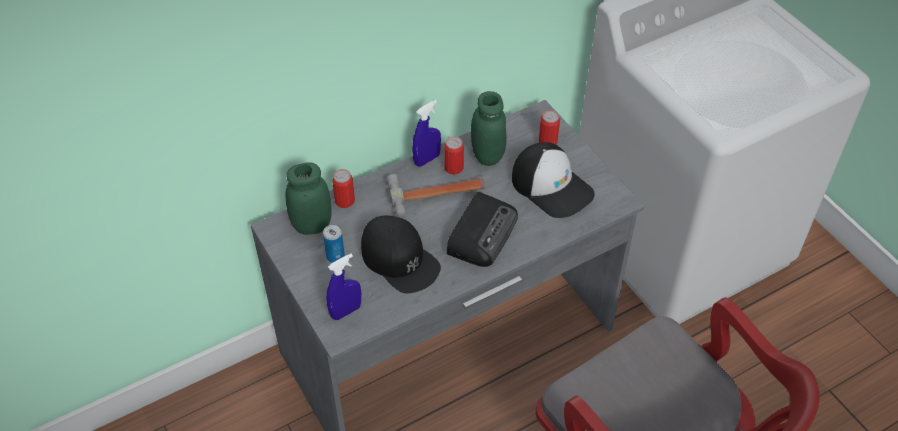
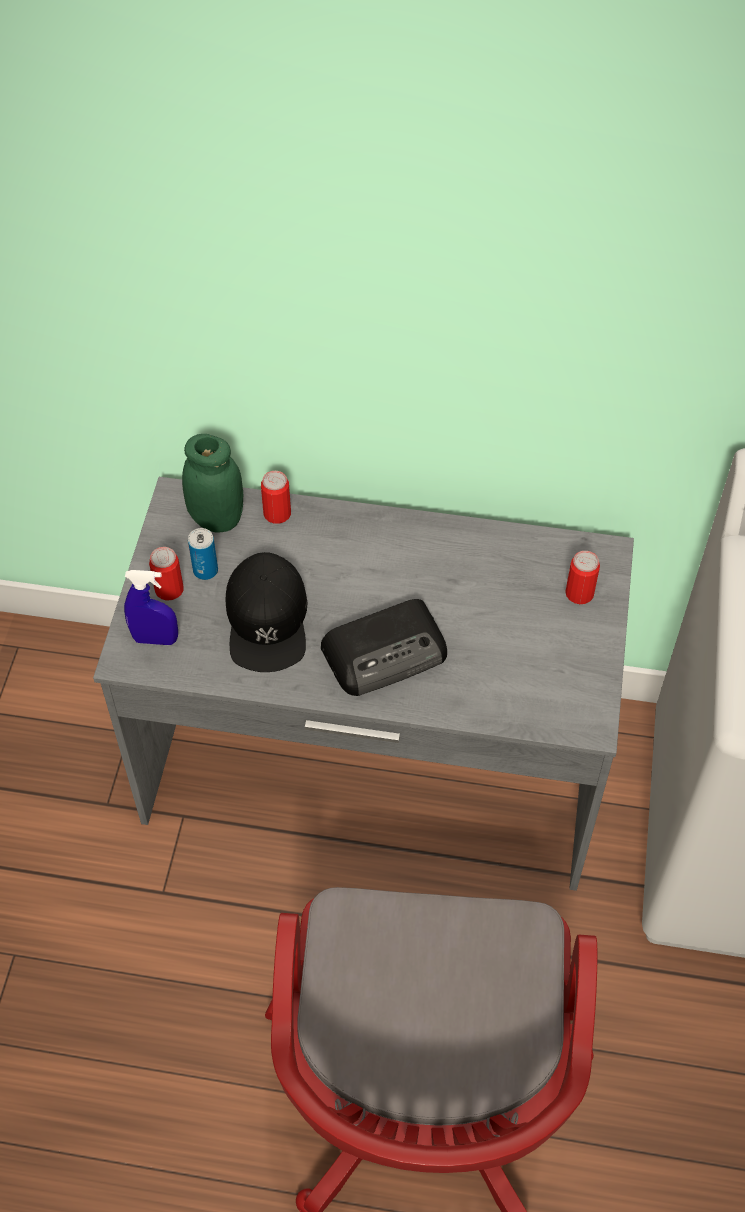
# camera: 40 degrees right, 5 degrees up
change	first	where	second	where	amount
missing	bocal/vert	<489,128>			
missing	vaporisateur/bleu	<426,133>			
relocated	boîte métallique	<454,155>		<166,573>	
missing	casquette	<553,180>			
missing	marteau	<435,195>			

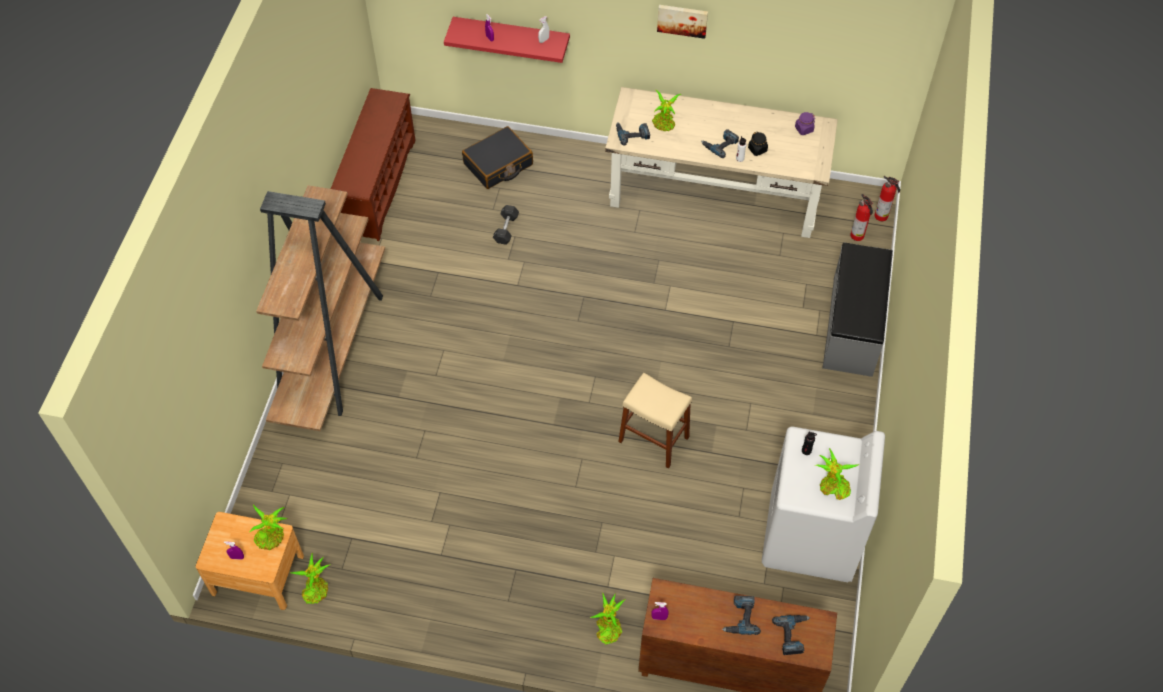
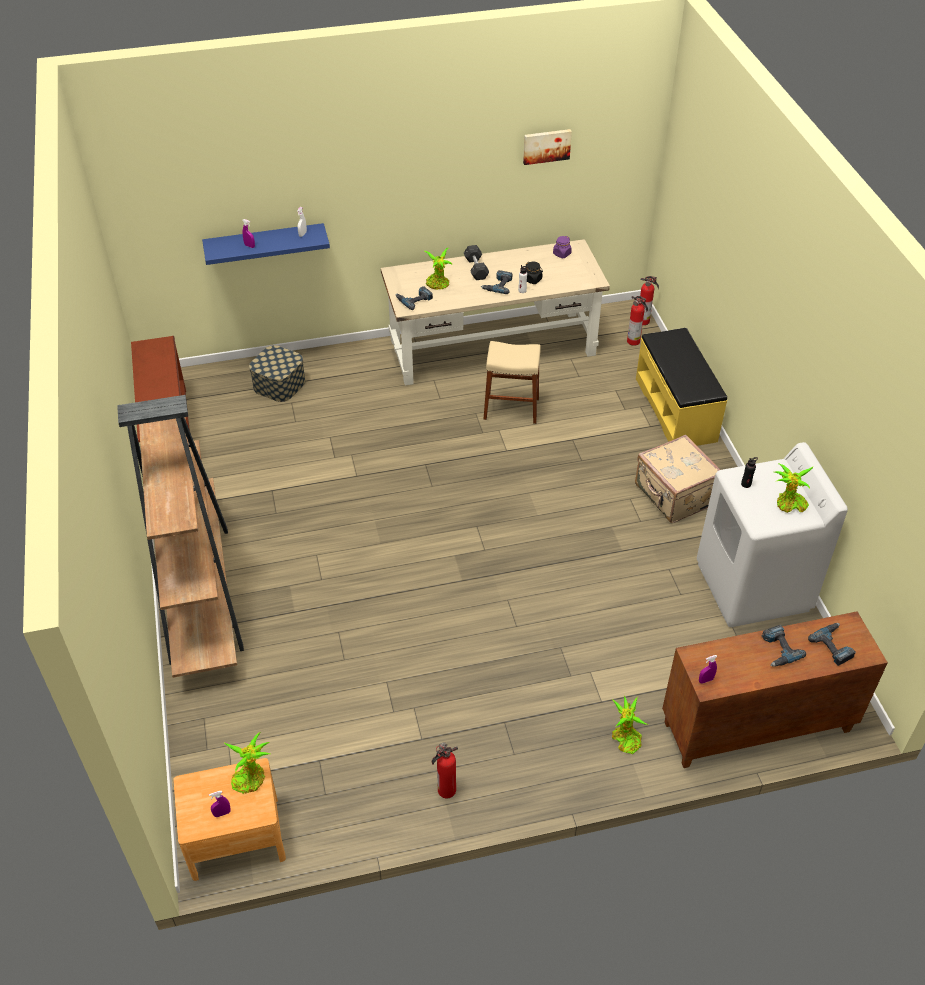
# camera: 25 degrees left, 10 degrees down
change	first	where	second	where	amount
relocated	tableau	<682,22>		<547,147>	
colour	étagère/rouge	<507,40>	étagère/bleu	<266,244>	
exchanged	valise/noir	<497,157>	boîte de rangement	<277,373>	
relocated	haltère/gris	<506,225>		<476,262>	
colour	banc/gris	<857,309>	banc/jaune	<681,387>	
relocated	tabouret/beige	<655,420>		<512,382>	
missing	plante en pot	<310,578>			
appeared			valise/beige	<677,479>	
appeared			extincteur	<445,770>	

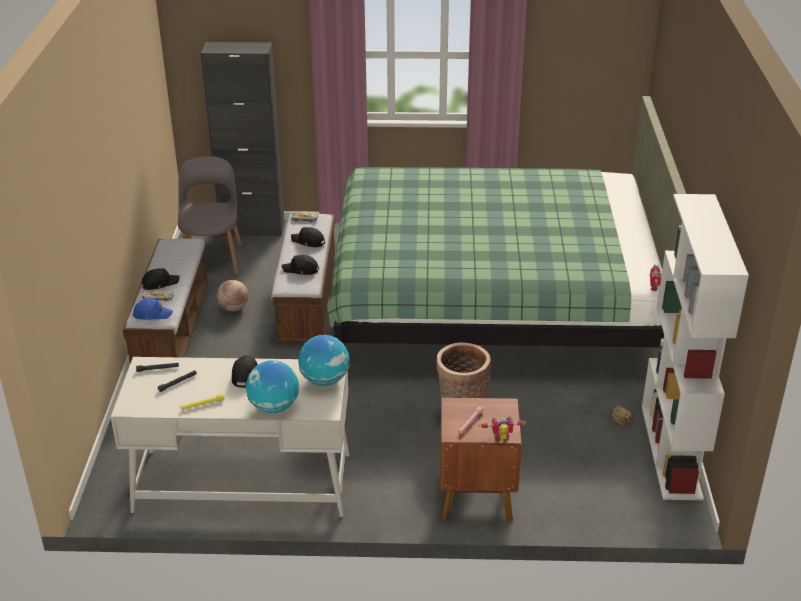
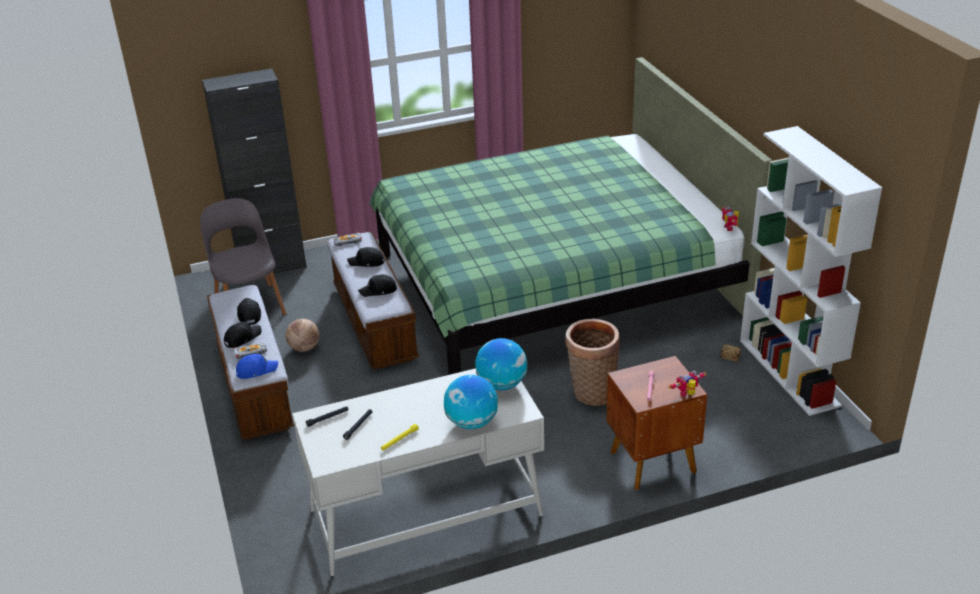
# camera: 20 degrees left, 0 degrees up
change	first	where	second	where	amount
relocated	casquette/noir	<245,371>		<249,311>	

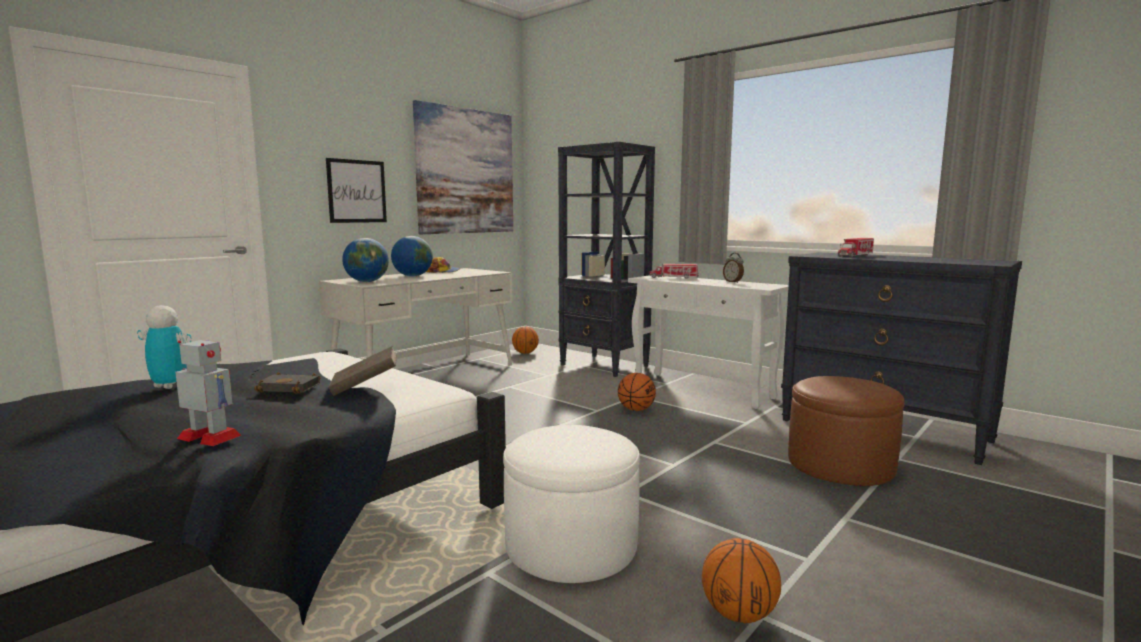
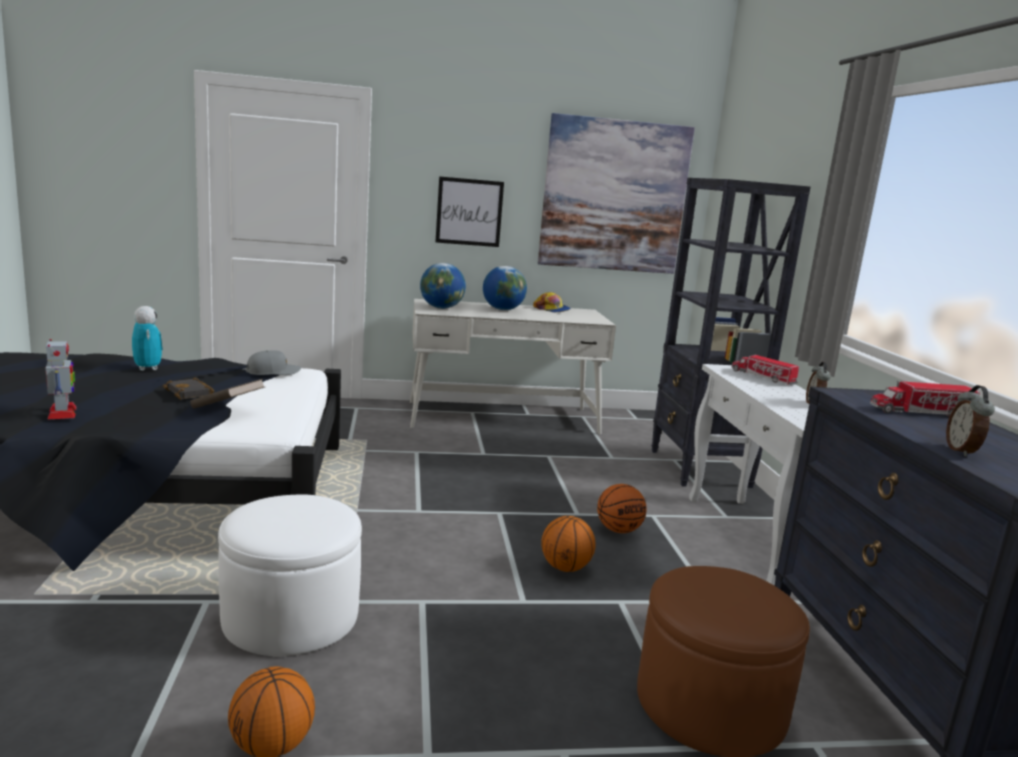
# camera: 40 degrees right, 5 degrees up
change	first	where	second	where	amount
relocated	ballon de basket	<525,340>		<568,544>	
appeared			casquette/gris	<273,362>	
appeared			réveil	<970,421>	

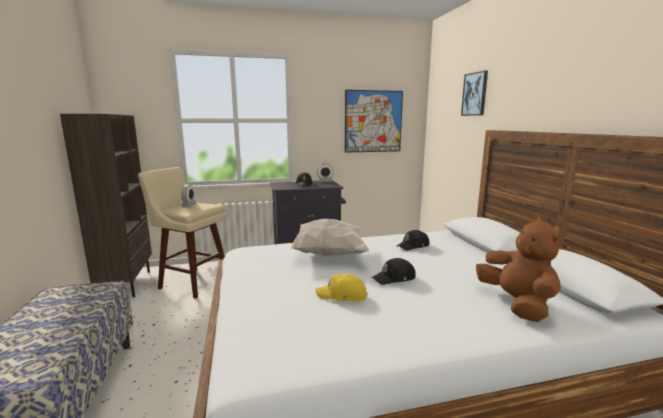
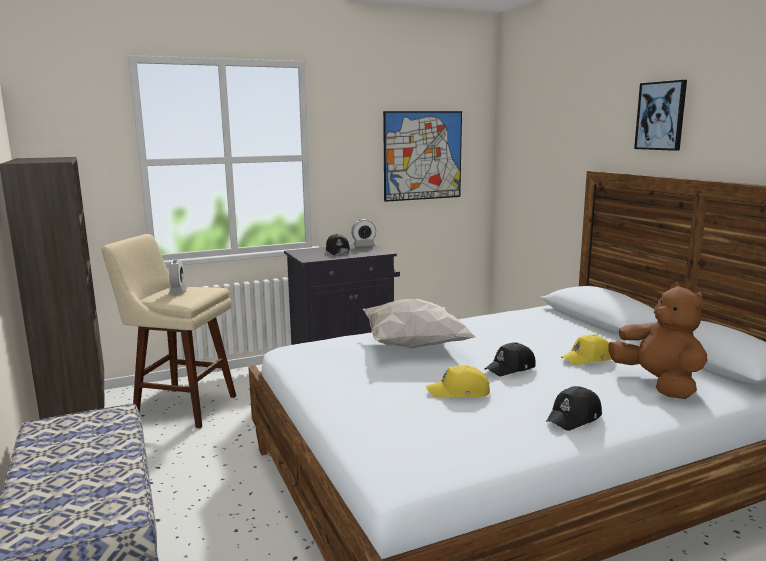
# camera: 10 degrees left, 0 degrees up
change	first	where	second	where	amount
relocated	tableau	<474,93>		<660,115>	
relocated	casquette/noir	<413,240>		<574,408>	
appeared			casquette/jaune	<586,349>	

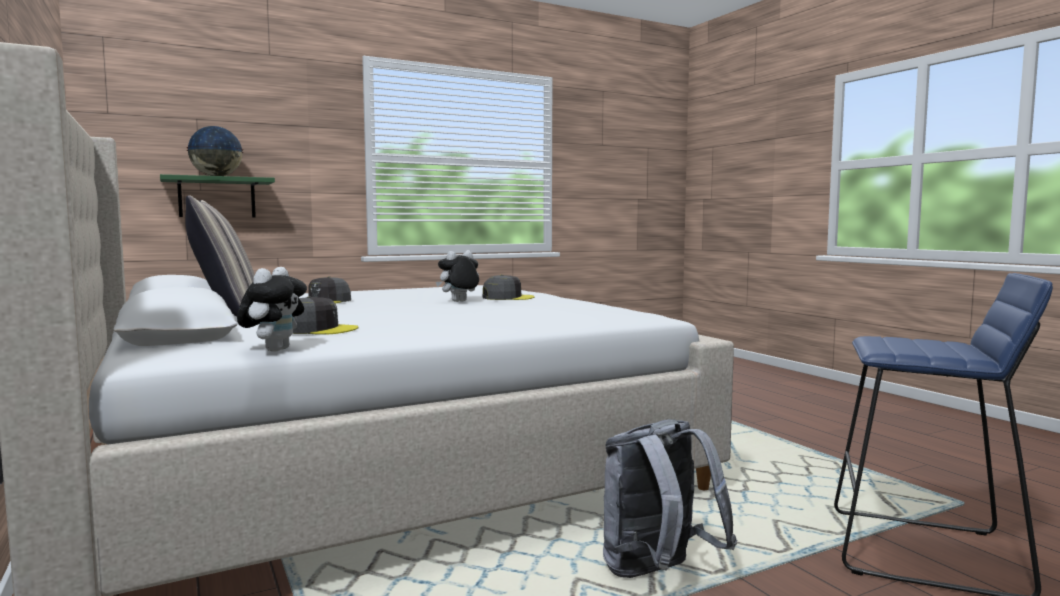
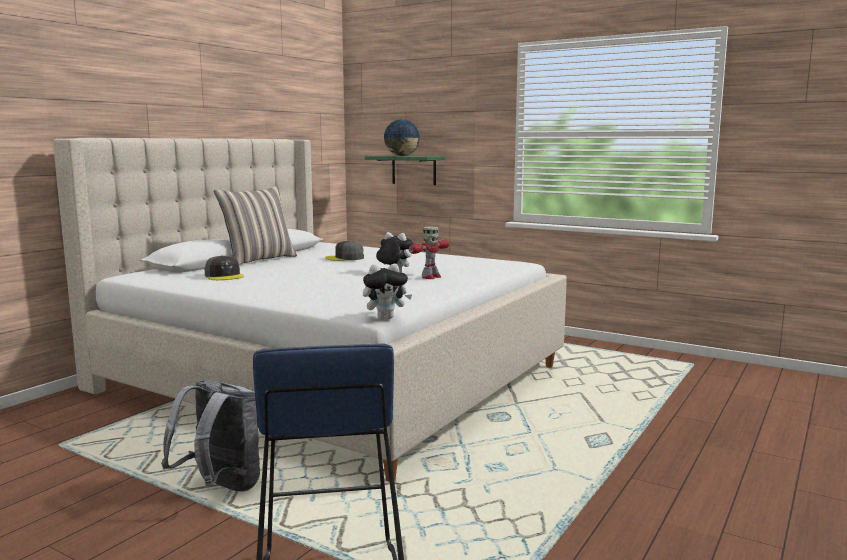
# camera: 60 degrees right, 5 degrees up
change	first	where	second	where	amount
relocated	peluche	<272,309>		<387,291>	
exchanged	casquette/gris	<508,287>	robot jouet	<429,253>	

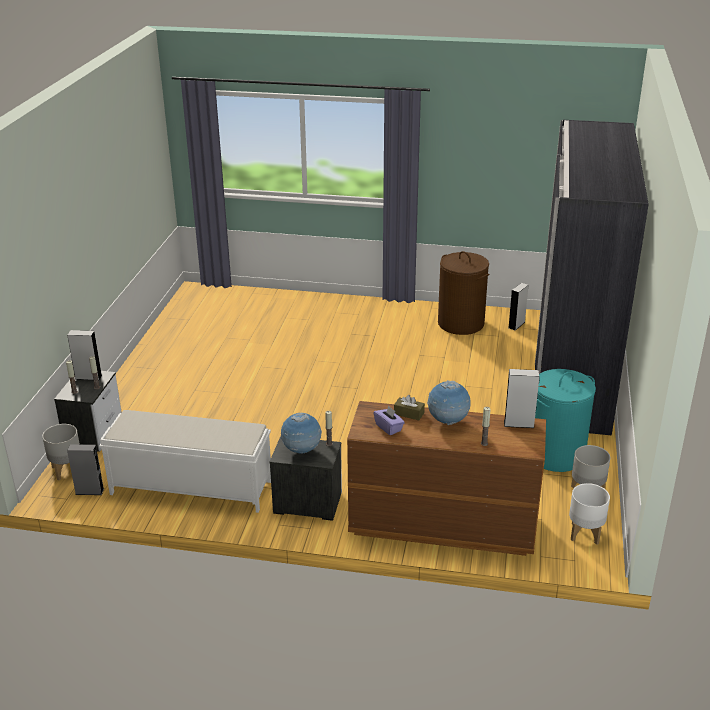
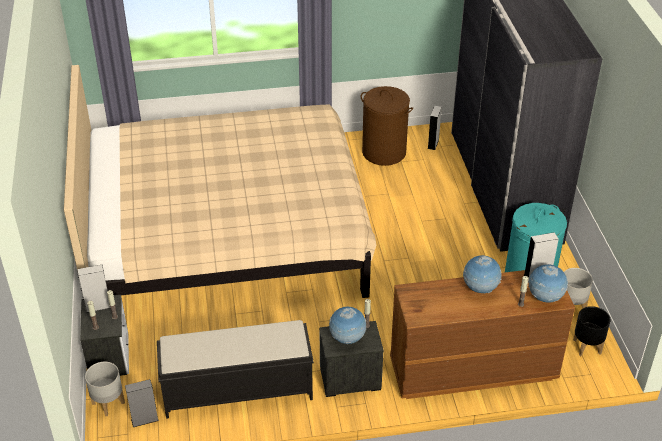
# camera: 20 degrees left, 10 degrees up
change	first	where	second	where	amount
missing	boîte à mouchoirs/marron	<409,407>			
missing	boîte à mouchoirs/violet	<389,420>			
colour	banc/blanc	<185,461>	banc/noir	<235,369>	
colour	cache-pot/blanc	<589,514>	cache-pot/noir	<592,331>	
appeared			lit/beige	<220,181>	
appeared			globe	<548,283>	

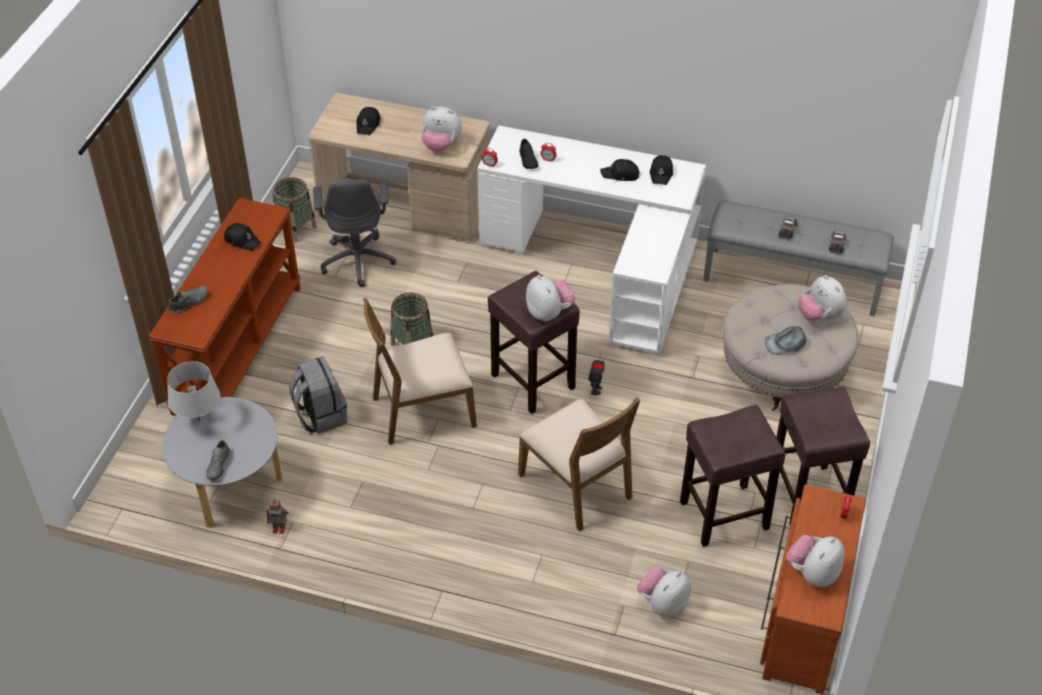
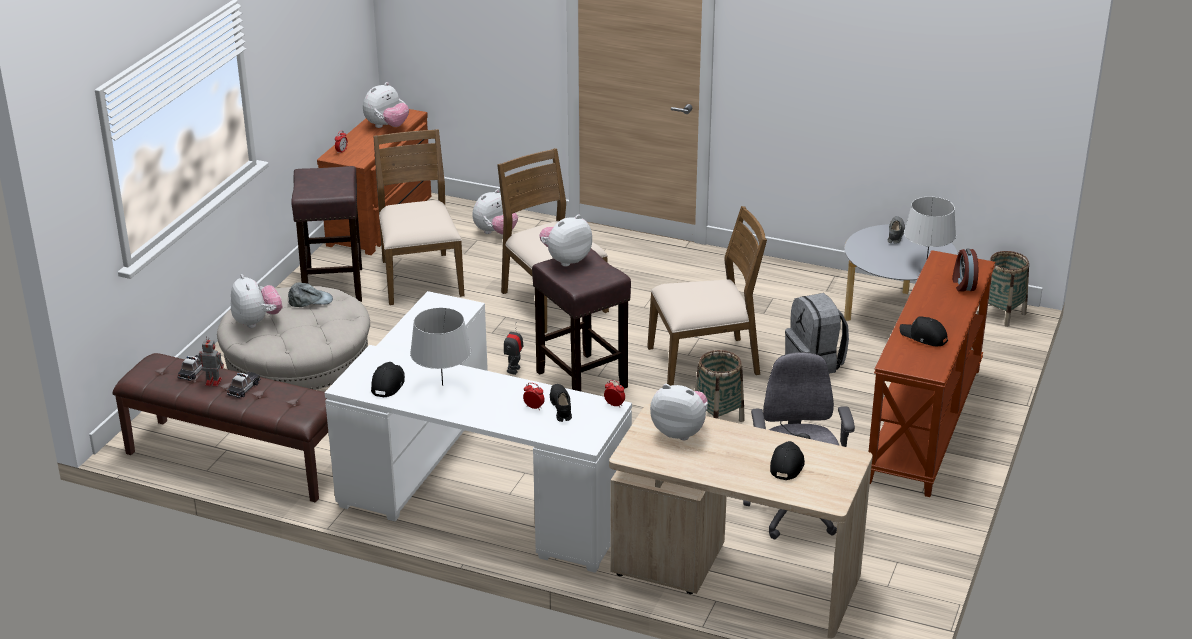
# camera: 175 degrees left, 15 degrees down
change	first	where	second	where	amount
exchanged	casquette/noir	<620,170>	lampe de table/gris	<440,346>	
relocated	panier	<295,209>		<1003,289>	
colour	banc/gris	<798,258>	banc/marron	<220,427>	
spun	peluche	<550,298>		<565,241>	75 degrees clockwise
exchanged	chaussure/gris	<188,300>	réveil	<965,270>	
exchanged	tabouret/marron	<733,476>	chaise/marron	<418,217>	
relocated	robot jouet	<277,516>		<210,361>	

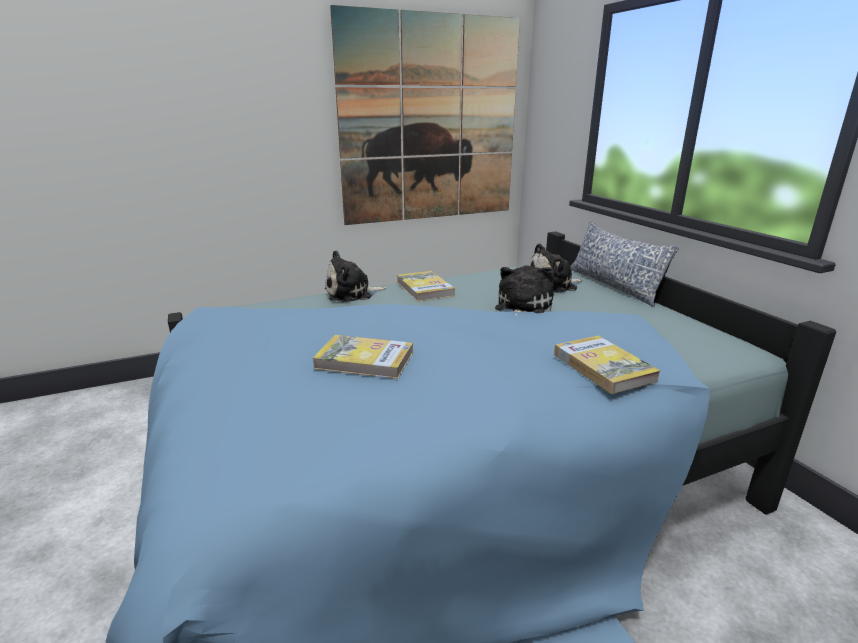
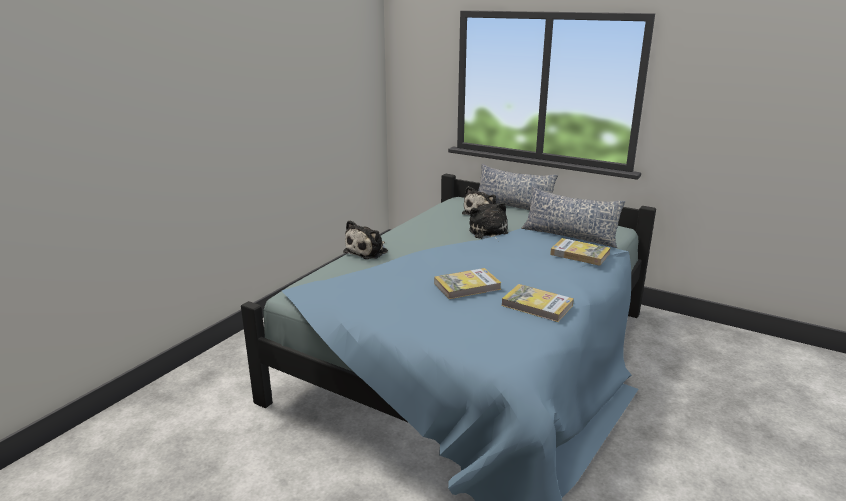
# camera: 35 degrees left, 0 degrees up
change	first	where	second	where	amount
missing	tableau	<425,115>			
relocated	livre	<426,286>		<537,303>	
appeared			coussin	<573,217>	

